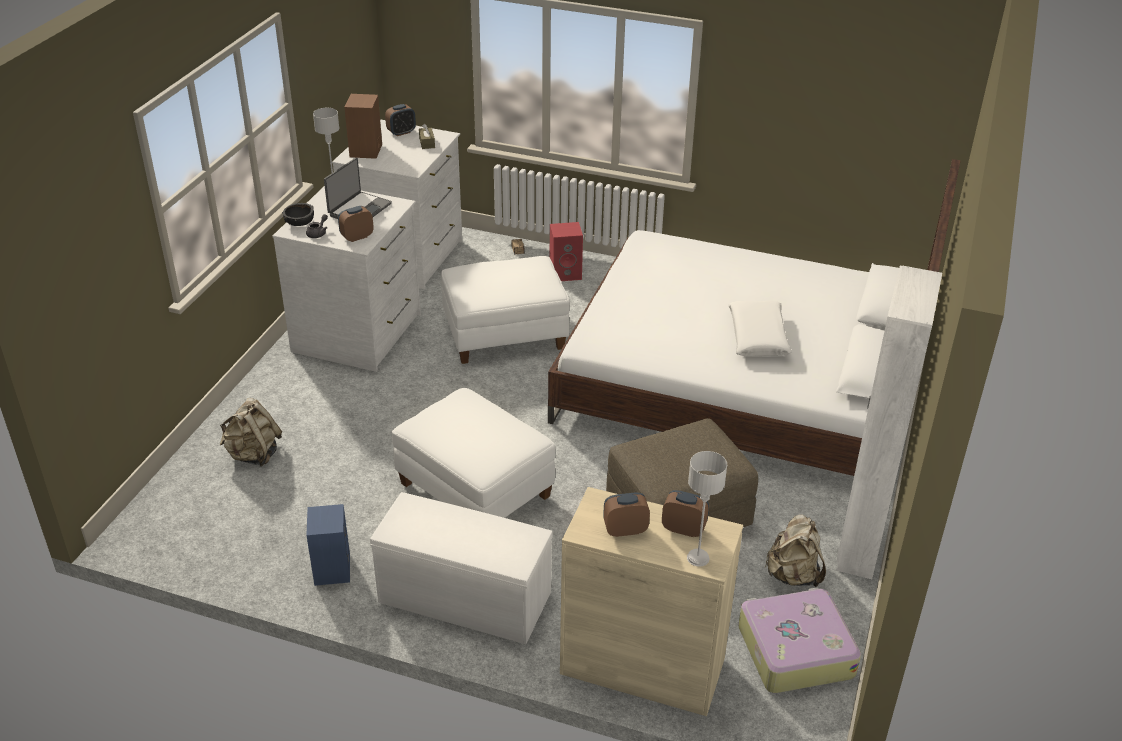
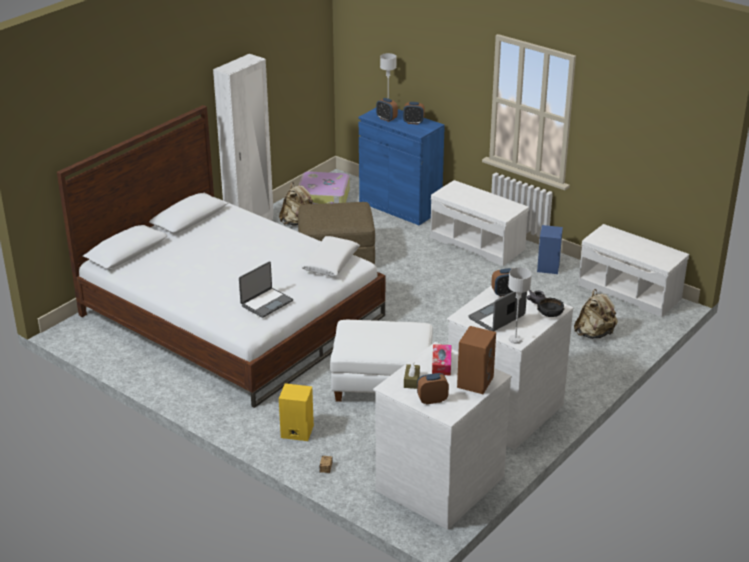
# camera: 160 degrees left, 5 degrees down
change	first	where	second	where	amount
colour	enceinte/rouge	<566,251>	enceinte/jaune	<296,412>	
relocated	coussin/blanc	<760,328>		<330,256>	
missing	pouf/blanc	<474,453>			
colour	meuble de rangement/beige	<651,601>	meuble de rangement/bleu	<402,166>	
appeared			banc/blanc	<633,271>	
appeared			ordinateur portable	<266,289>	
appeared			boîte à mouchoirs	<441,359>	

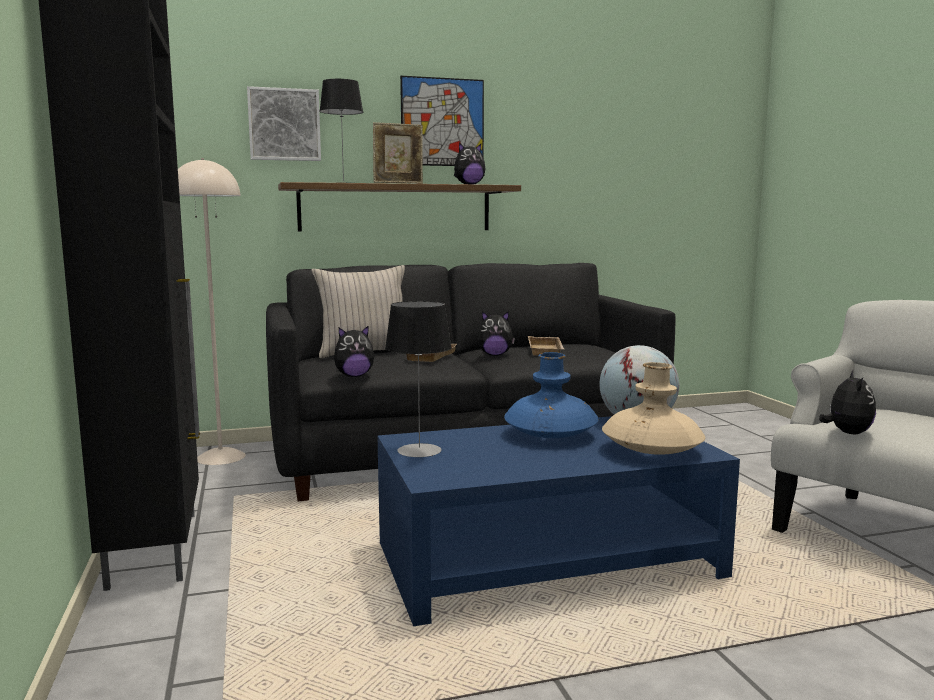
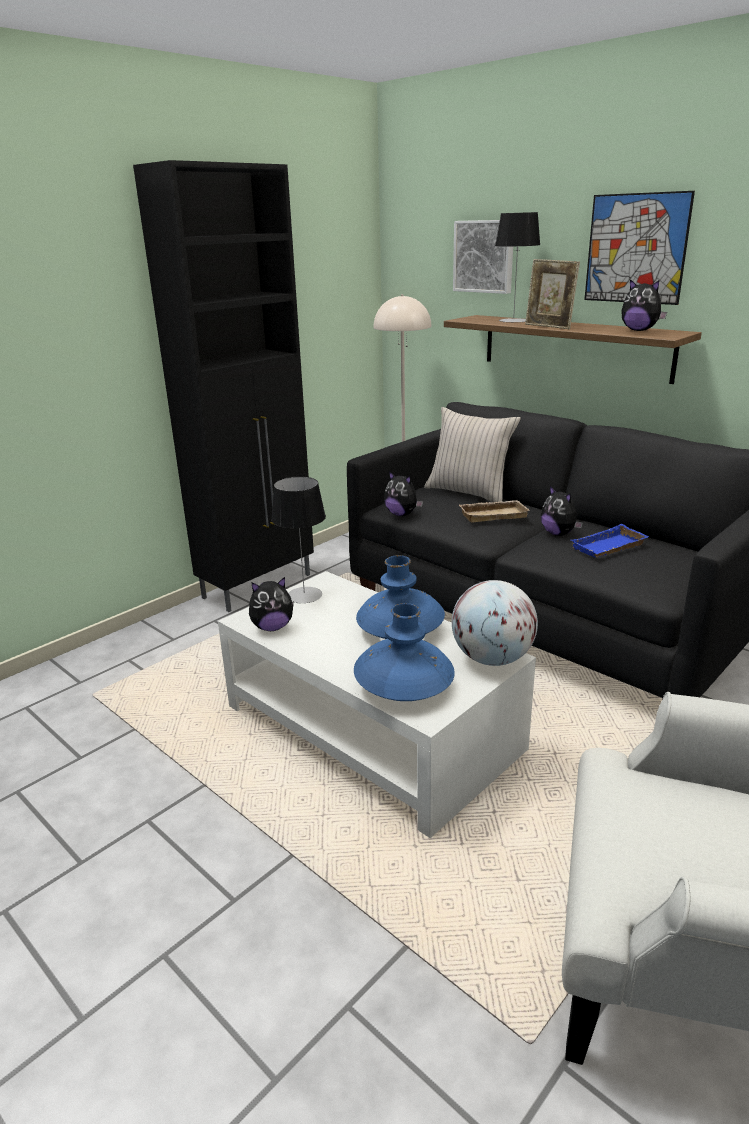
# camera: 60 degrees right, 15 degrees up
change	first	where	second	where	amount
colour	plateau/beige	<546,345>	plateau/bleu	<610,541>	
colour	vase/beige	<653,408>	vase/bleu	<404,652>	
relocated	peluche	<847,402>		<271,604>	
colour	table basse/bleu	<558,521>	table basse/blanc	<377,704>	

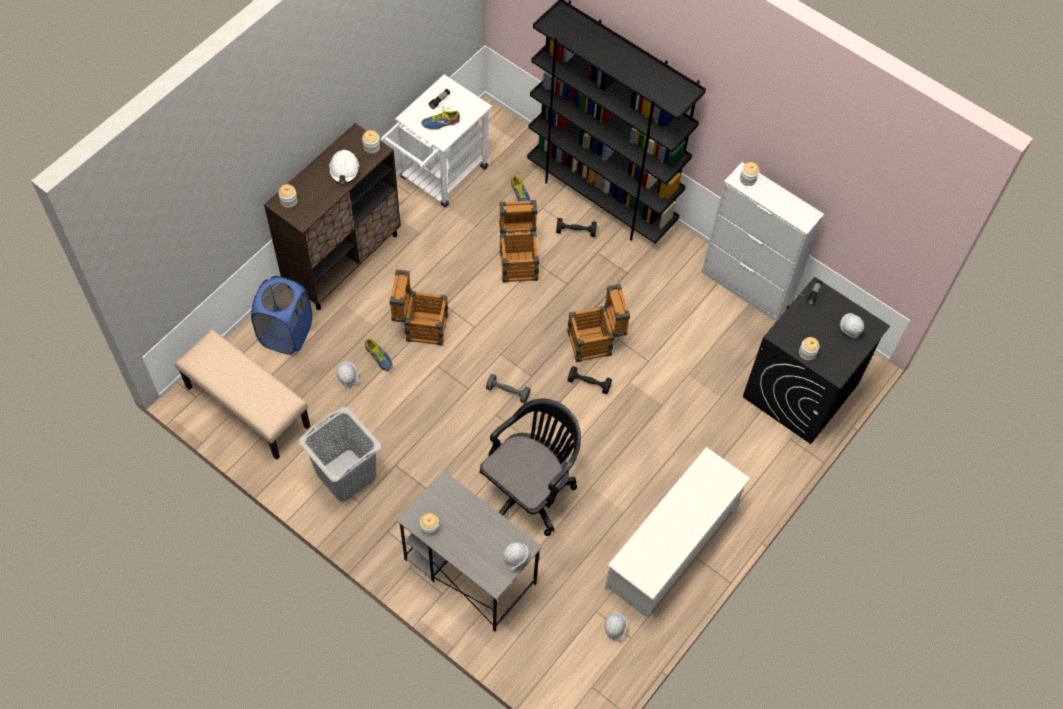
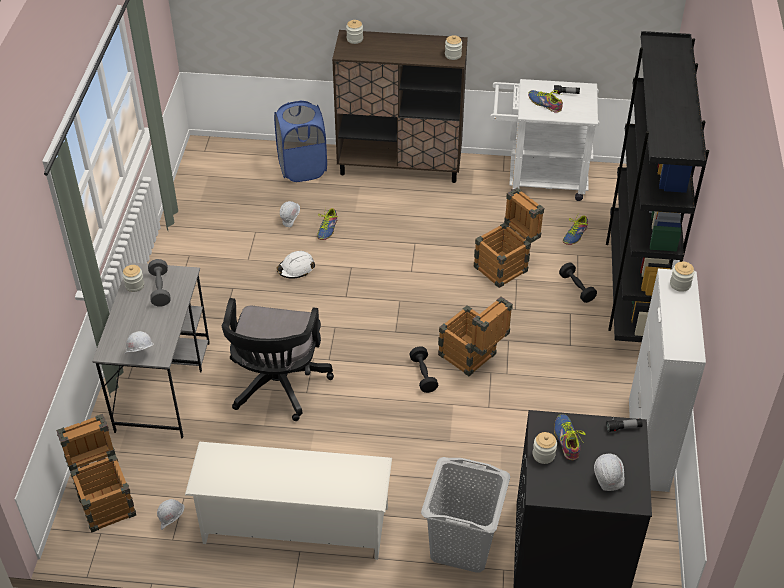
# camera: 60 degrees right, 15 degrees down
change	first	where	second	where	amount
relocated	casque de chantier/blanc	<344,167>		<296,265>	
relocated	caisse	<419,307>		<96,473>	
missing	banc/beige	<242,394>			
relocated	haltère/gris	<508,388>		<159,282>	
spun	chaise de bureau/noir	<530,467>		<277,359>	90 degrees clockwise
relocated	panier à linge/gris	<339,454>		<465,515>	
appeared			chaussure	<570,437>	

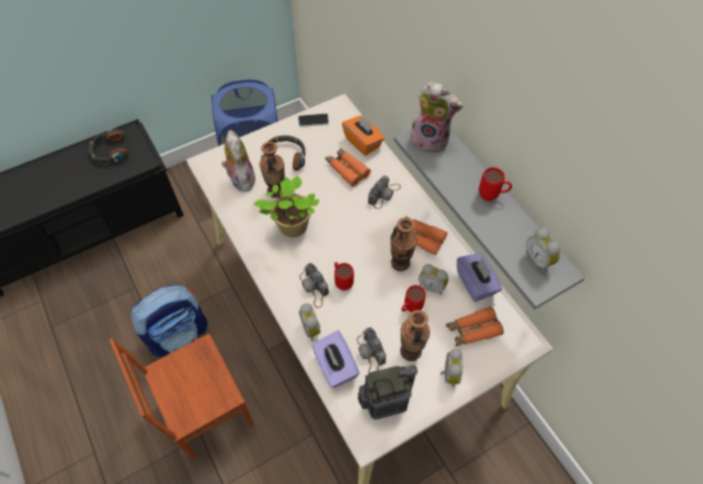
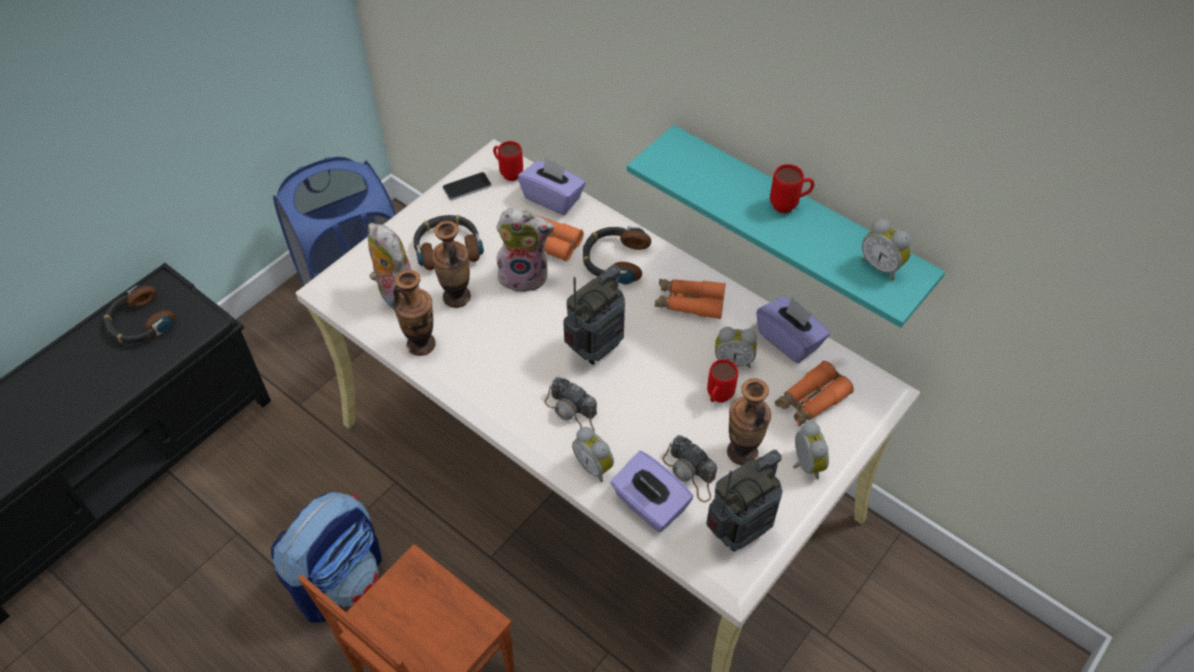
# camera: 20 degrees left, 5 degrees down
change	first	where	second	where	amount
relocated	peluche	<435,118>		<525,250>	
colour	boîte à mouchoirs/orange	<363,135>	boîte à mouchoirs/violet	<552,185>	
colour	étagère/gris	<489,219>	étagère/turquoise	<786,226>	
exchanged	appareil photo	<384,192>	casque audio	<617,255>	
missing	plante en pot	<286,206>			
relocated	vase	<403,244>		<414,313>	
relocated	mug/rouge	<344,276>		<508,161>	
appeared			radio	<594,315>	

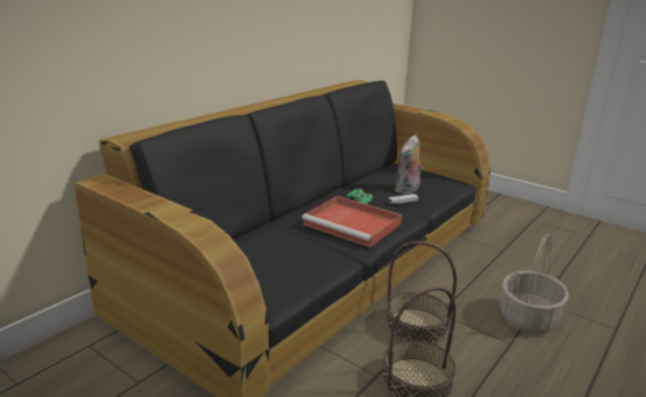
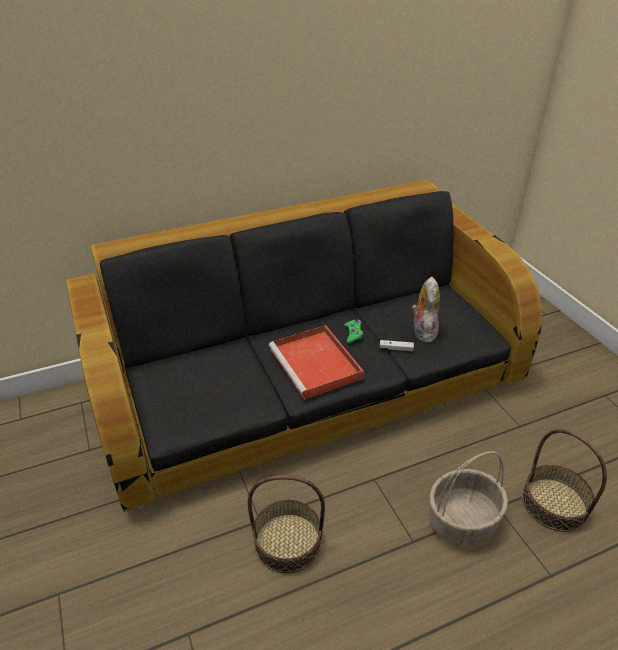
# camera: 30 degrees right, 15 degrees up
change	first	where	second	where	amount
spun	peluche	<409,165>		<426,310>	120 degrees clockwise
relocated	panier	<421,292>		<564,480>	

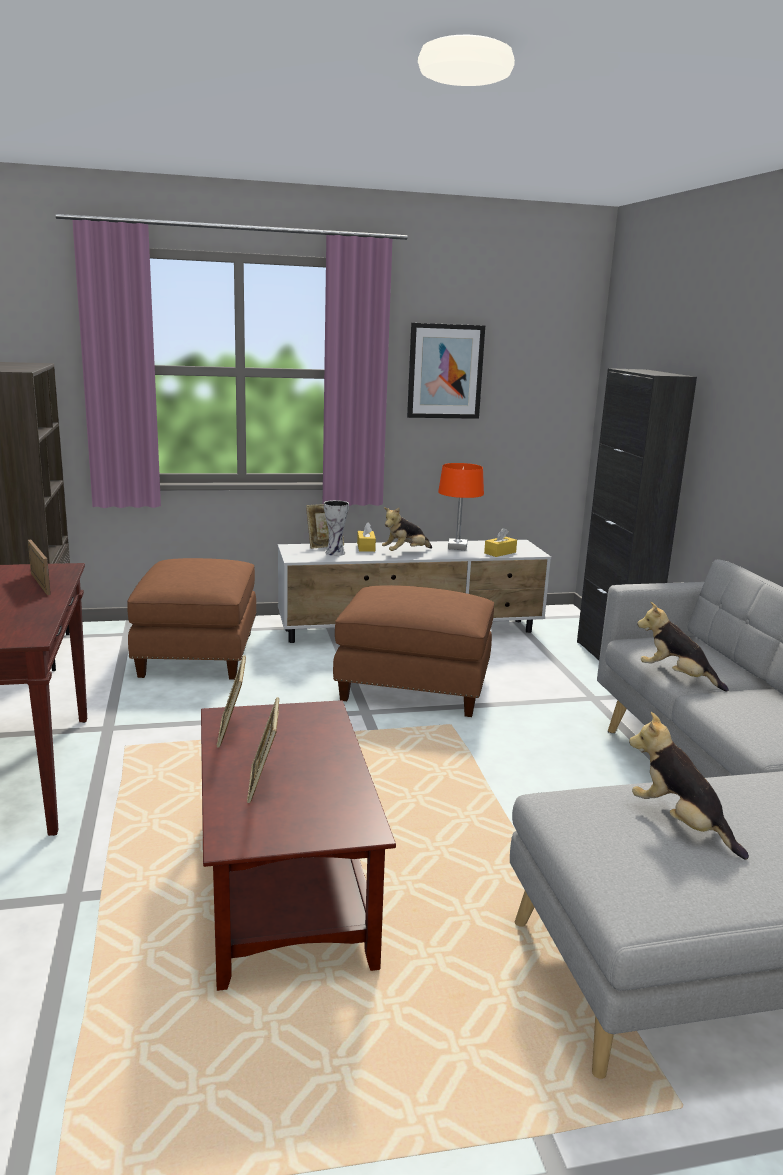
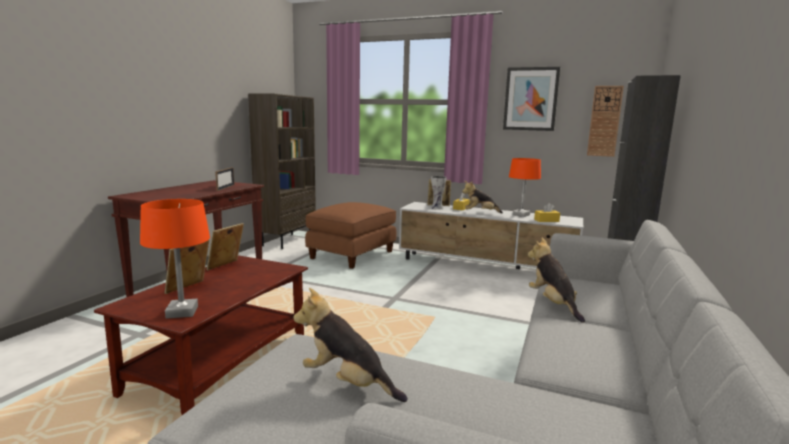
# camera: 35 degrees right, 5 degrees down
change	first	where	second	where	amount
missing	pouf/marron	<413,651>			
spun	peluche	<689,785>		<350,345>	60 degrees counterclockwise
appeared			horloge murale	<605,121>	
appeared			lampe de table/orange	<175,259>	

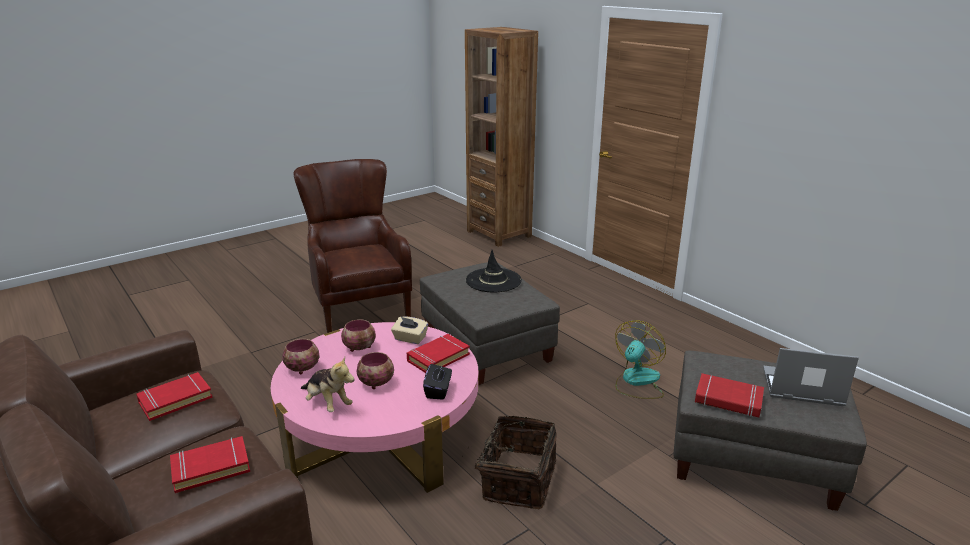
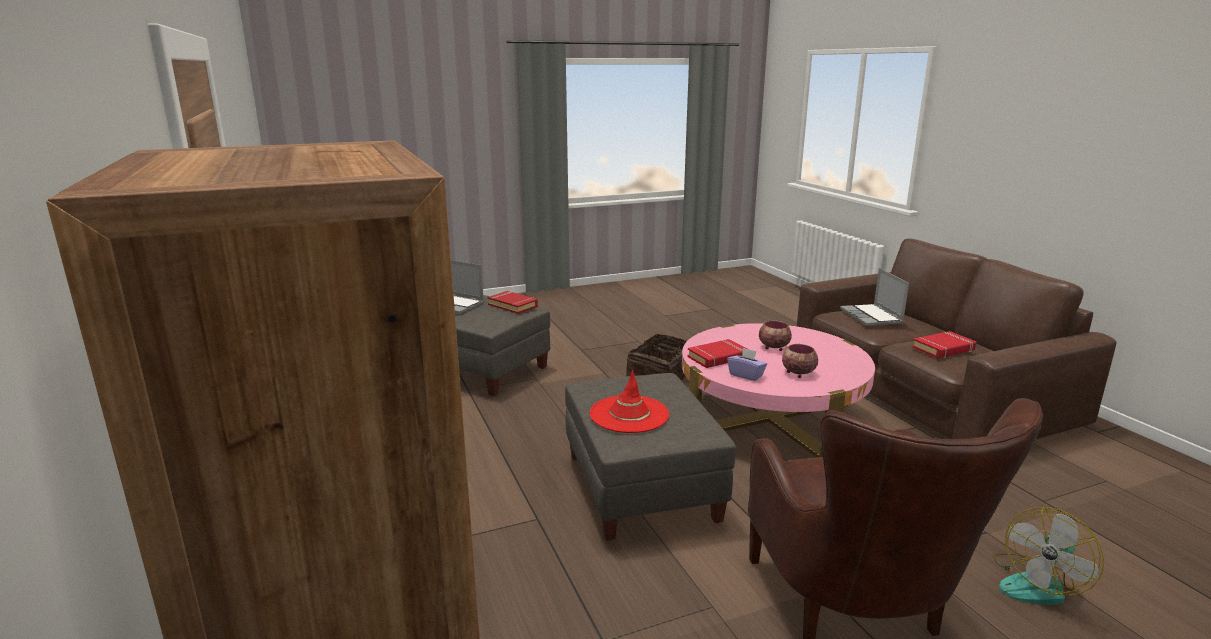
# camera: 165 degrees left, 5 degrees down
change	first	where	second	where	amount
colour	chapeau/noir	<494,271>	chapeau/rouge	<629,401>	
colour	boîte à mouchoirs/beige	<409,330>	boîte à mouchoirs/violet	<747,364>	
relocated	ventilateur	<640,359>		<1048,556>	
missing	bol	<300,356>			
missing	peluche	<328,384>			
missing	boîte à mouchoirs/noir	<437,382>			
exchanged	livre/rouge	<210,464>	ordinateur portable	<874,297>	

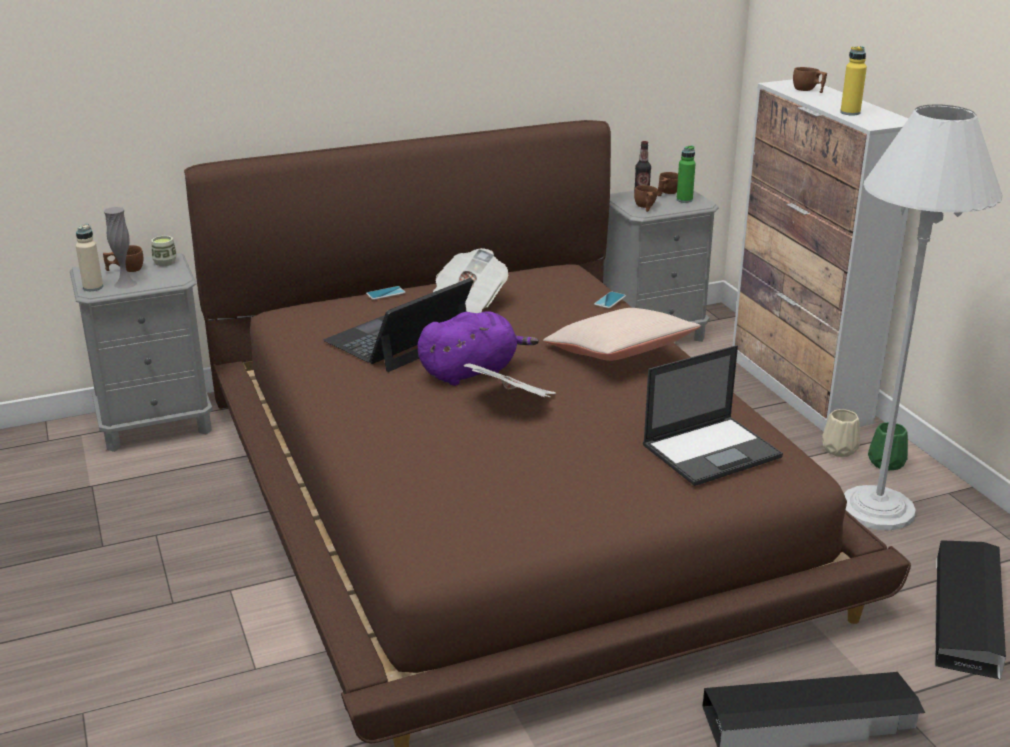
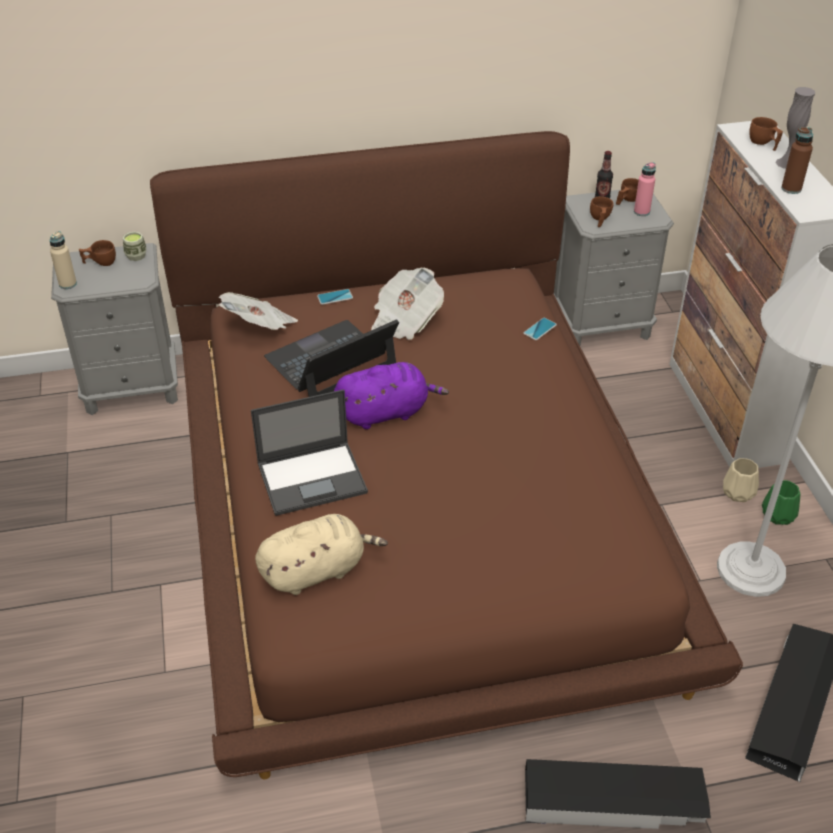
# camera: 10 degrees right, 15 degrees up
change	first	where	second	where	amount
colour	bouteille/jaune	<853,80>	bouteille/marron	<797,160>	
colour	bouteille/vert	<686,174>	bouteille/rose	<645,189>	
relocated	vase/gris	<120,248>		<795,128>	
missing	coussin/beige	<622,334>			
relocated	ordinateur portable	<713,415>		<309,452>	
relocated	journal	<510,380>		<258,311>	
appeared			peluche/beige	<321,554>	

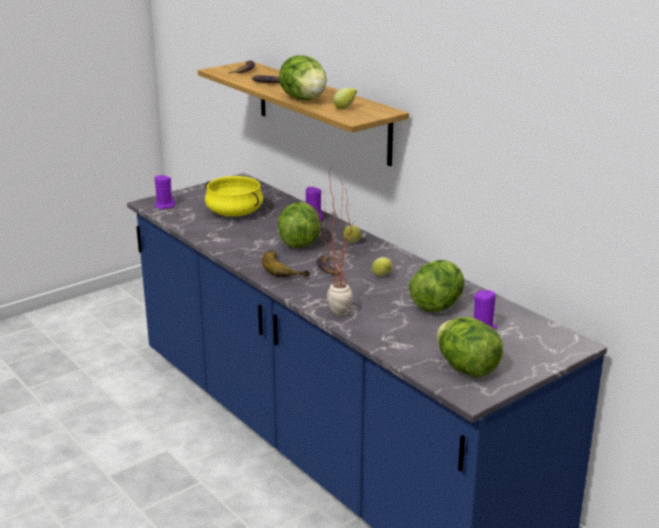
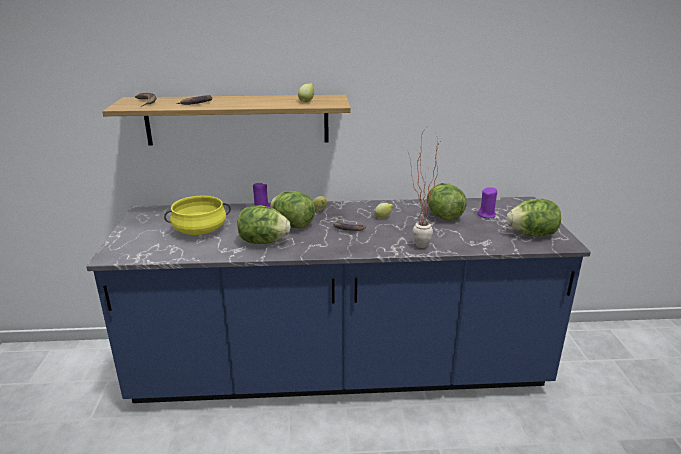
# camera: 55 degrees left, 0 degrees up
change	first	where	second	where	amount
relocated	laitue	<303,77>		<264,224>	
missing	bougie/violet	<165,192>			
missing	banane	<286,264>			

